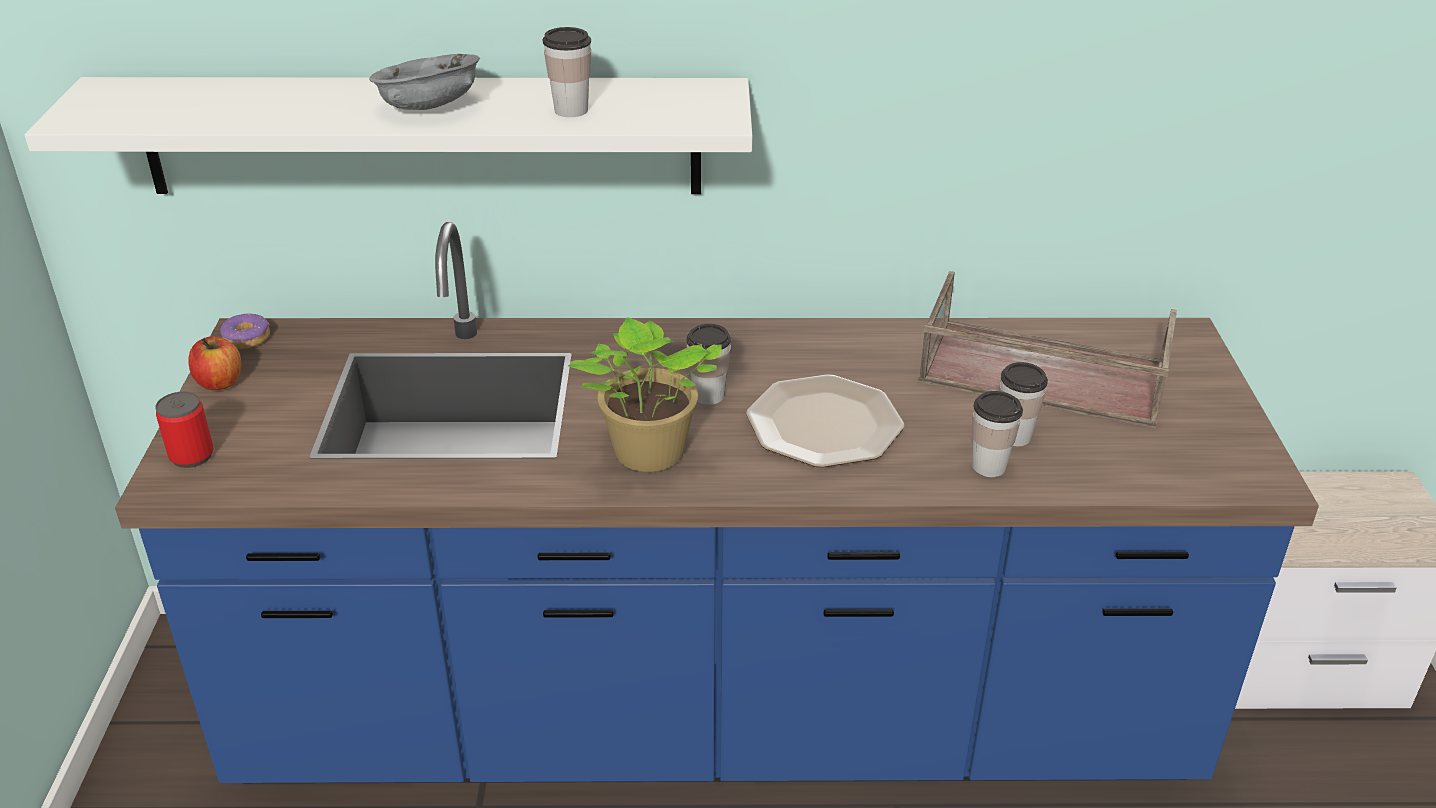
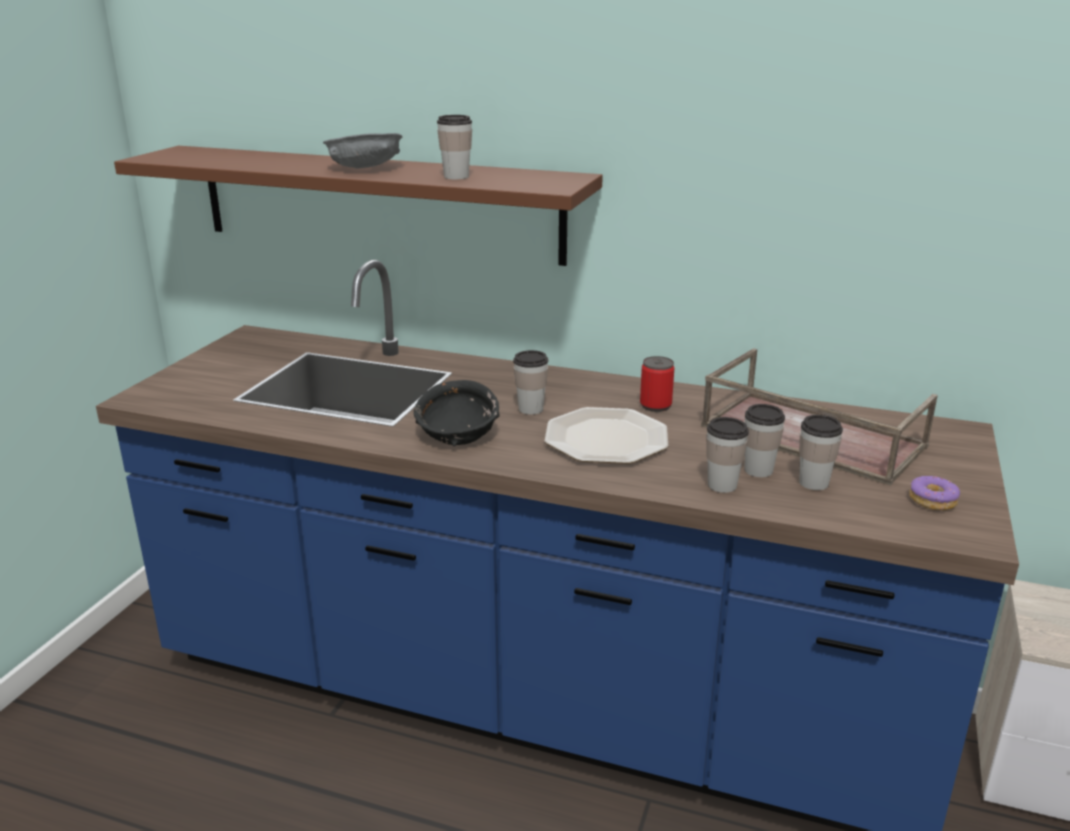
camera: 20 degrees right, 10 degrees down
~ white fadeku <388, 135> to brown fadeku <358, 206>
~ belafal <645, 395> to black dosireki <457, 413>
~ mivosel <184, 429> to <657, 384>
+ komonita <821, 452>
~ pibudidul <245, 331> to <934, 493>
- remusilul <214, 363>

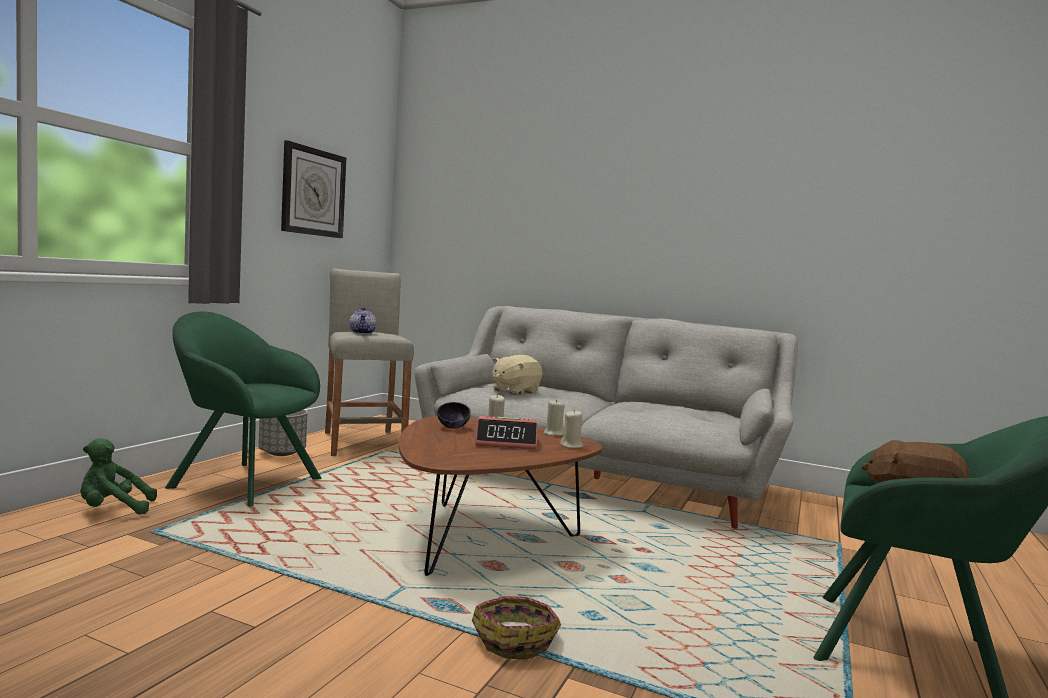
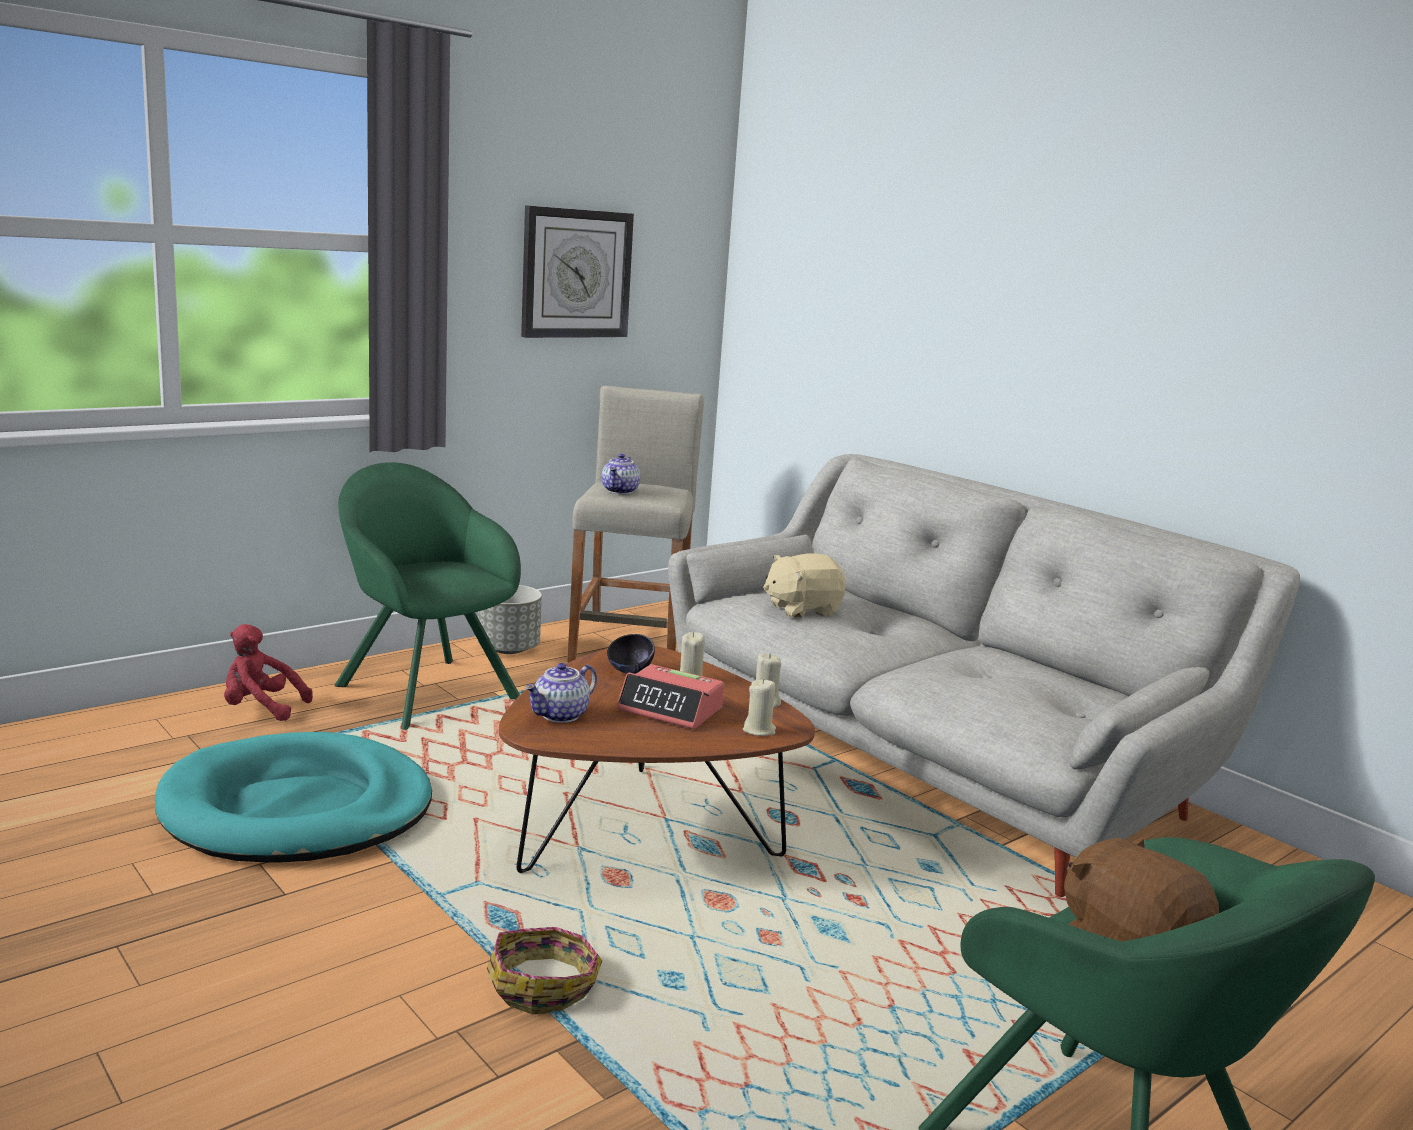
camera: 25 degrees right, 10 degrees up
+ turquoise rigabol <293, 797>
~ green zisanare <118, 476> to red zisanare <268, 672>
+ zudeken <561, 693>

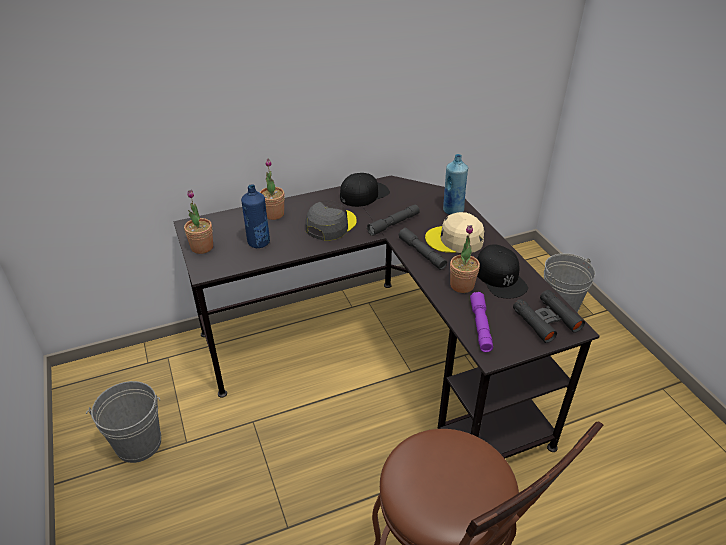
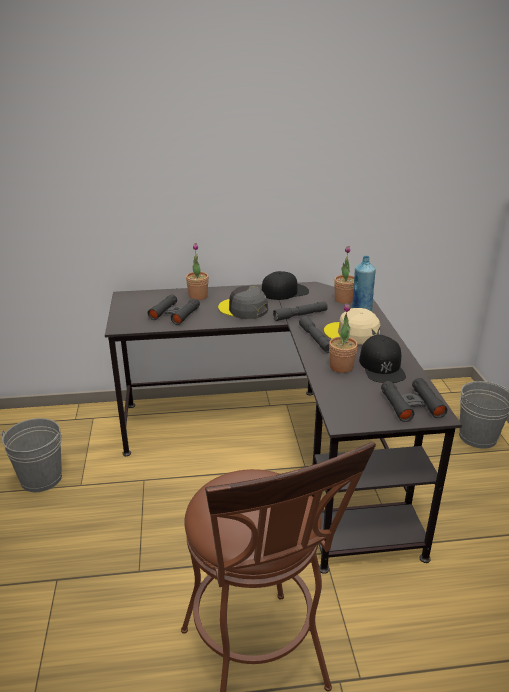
camera: 15 degrees right, 10 degrees down
~ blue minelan <255, 216> to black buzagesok <174, 309>
~ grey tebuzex <331, 220> = <243, 302> 105 degrees counterclockwise
~ belafal <198, 222> to <344, 275>
- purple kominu <481, 322>

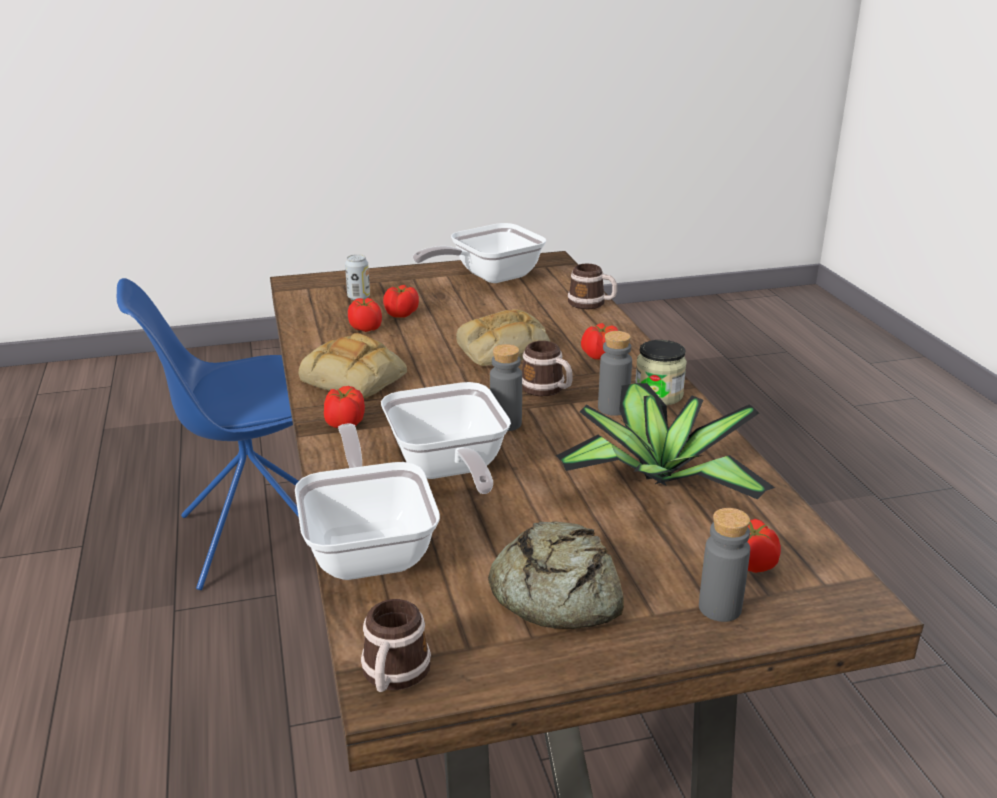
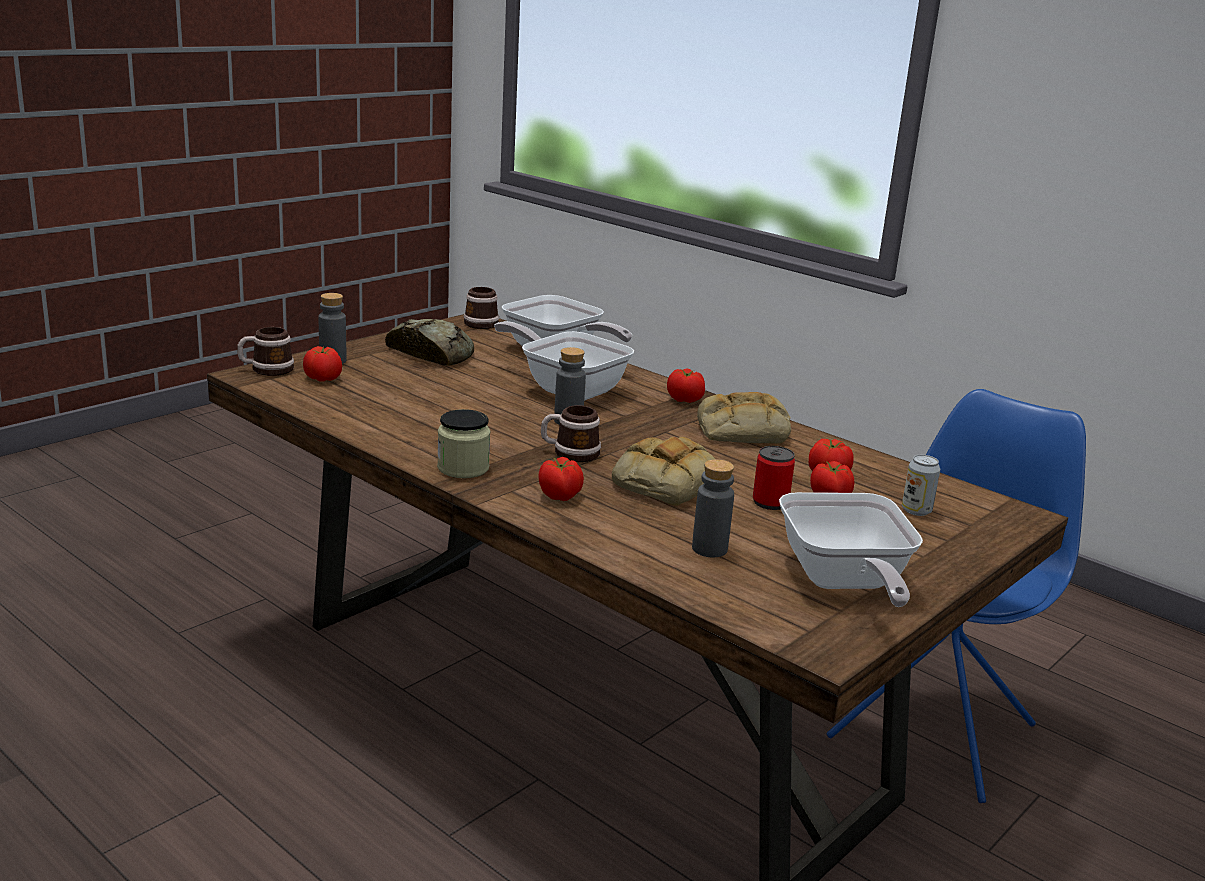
camera: 145 degrees right, 5 degrees down
~ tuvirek <592, 286> to <265, 351>
~ grey minelan <615, 373> to <713, 508>
+ mivosel <774, 478>
~ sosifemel <479, 253> = <851, 549> 150 degrees clockwise
- belafal <665, 441>

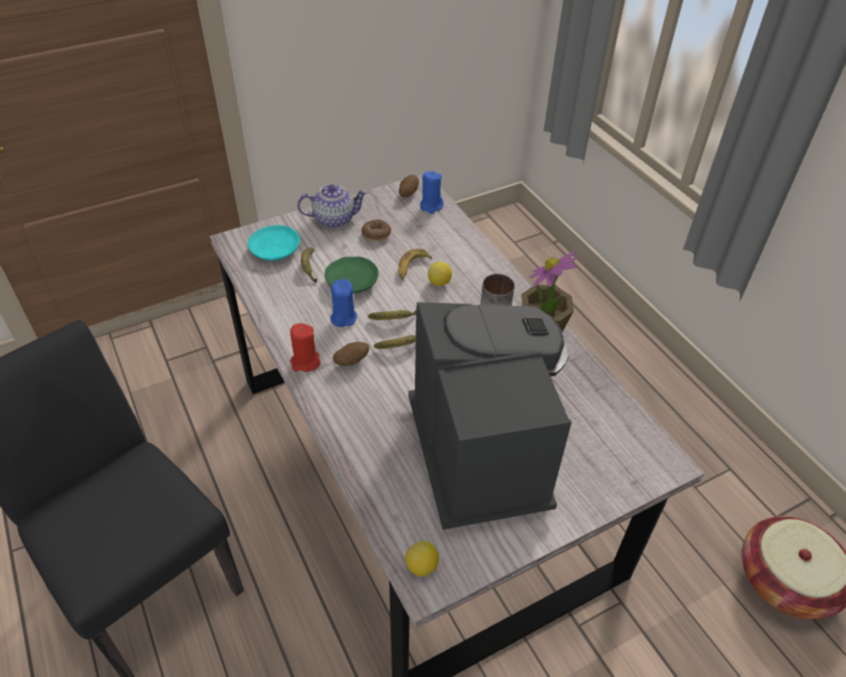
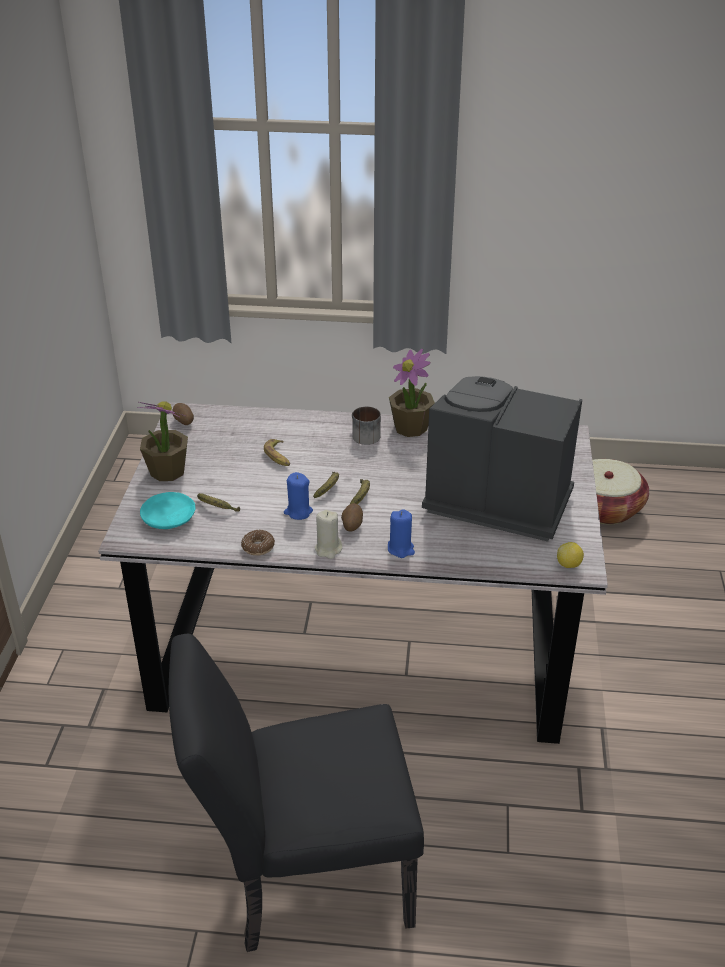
camera: 55 degrees left, 10 degrees down
~ zudeken <332, 206> to belafal <162, 441>
~ pibudidul <376, 230> to <258, 542>
~ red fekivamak <305, 347> to beige fekivamak <328, 534>
~ blue fekivamak <431, 192> to <401, 533>
- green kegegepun <352, 275>
- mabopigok <440, 274>

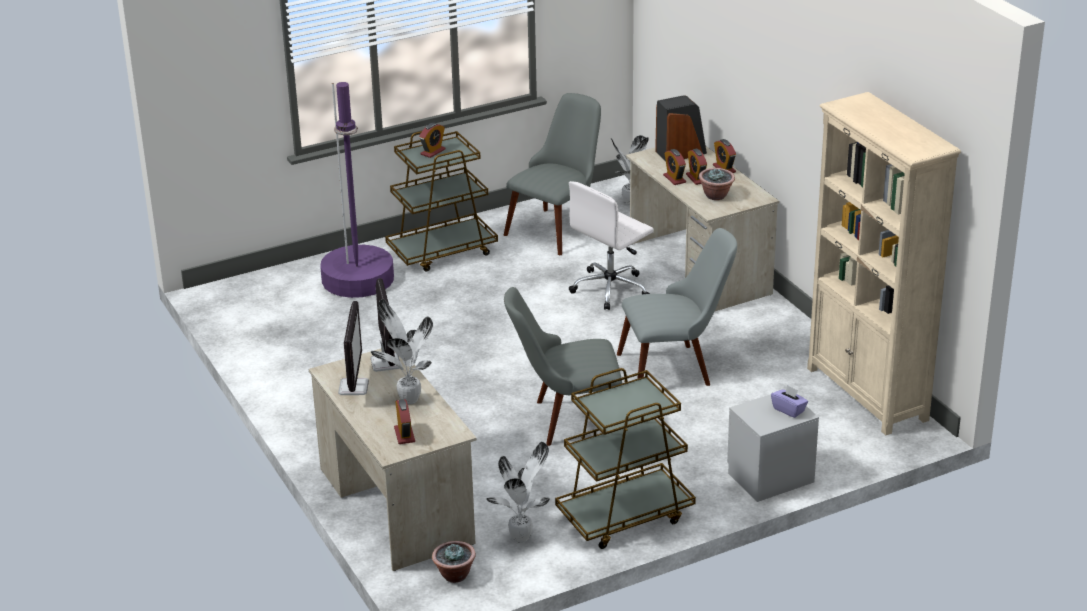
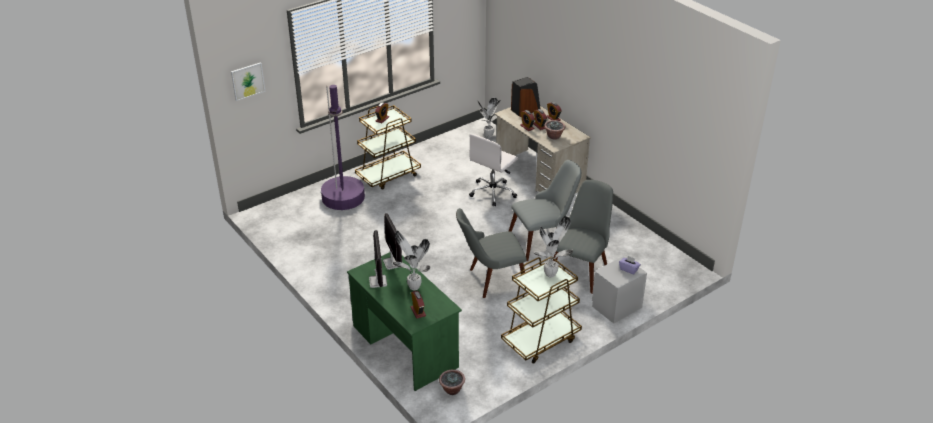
camera: 10 degrees left, 5 degrees up
+ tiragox <248, 81>
~ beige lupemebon <393, 460> to green lupemebon <404, 321>
~ belafal <518, 492> to <553, 246>
~ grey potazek <552, 174> to <583, 237>
- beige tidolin <884, 263>

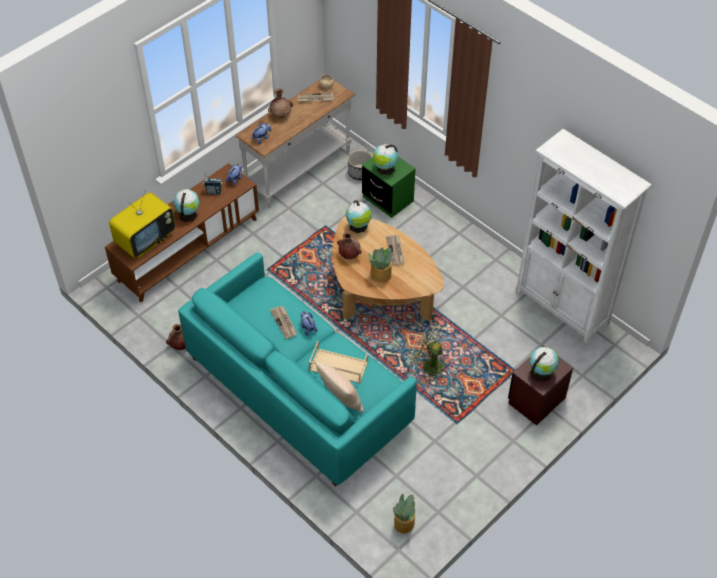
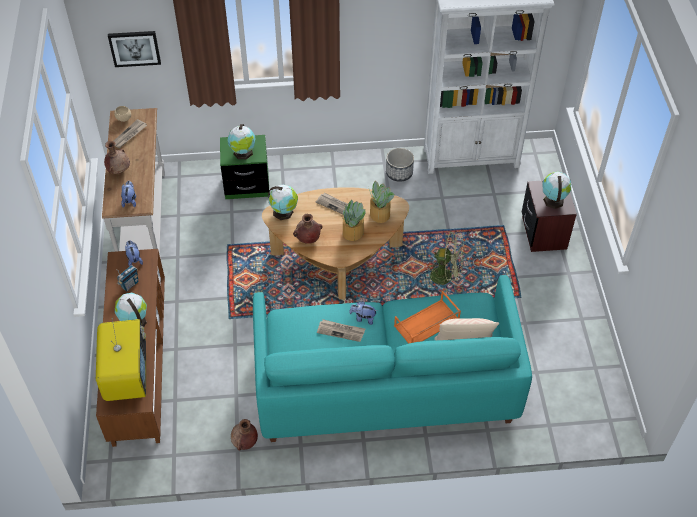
camera: 50 degrees left, 0 degrees up
+ tiragox <134, 49>
~ belafal <404, 514> to <382, 202>
~ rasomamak <360, 165> to <400, 165>
~ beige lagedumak <338, 362> to orange lagedumak <427, 317>
~ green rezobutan <427, 352> = <445, 261> 150 degrees counterclockwise

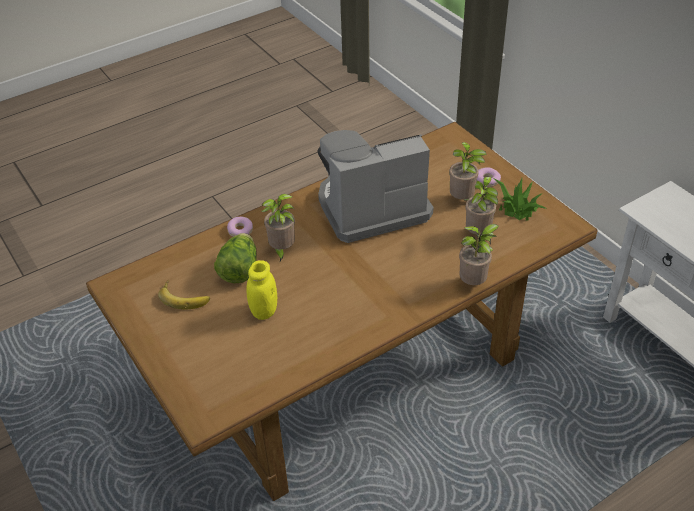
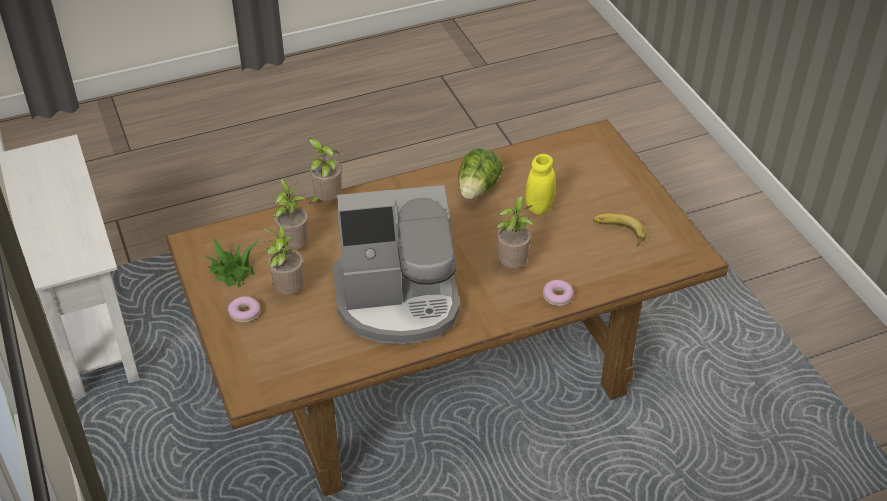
camera: 170 degrees left, 0 degrees up
~ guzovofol <235, 258> to <480, 173>

